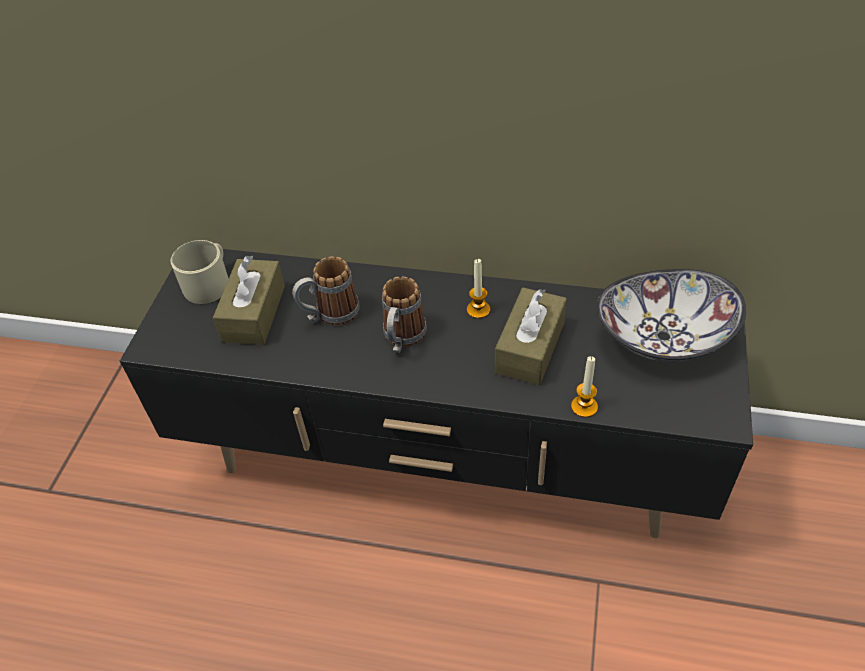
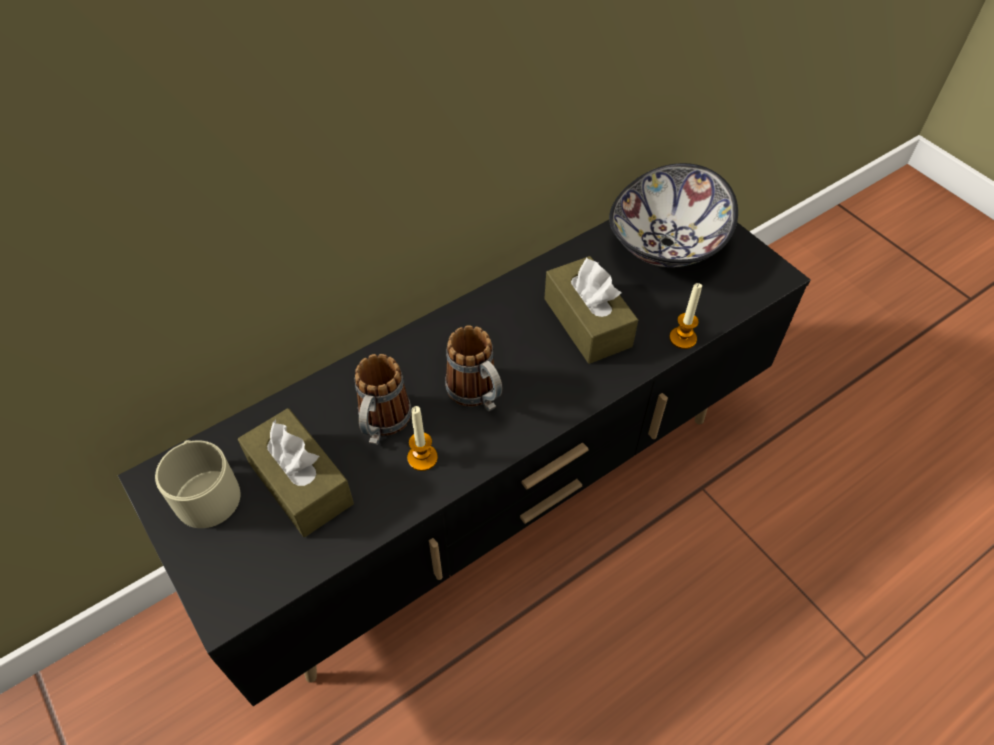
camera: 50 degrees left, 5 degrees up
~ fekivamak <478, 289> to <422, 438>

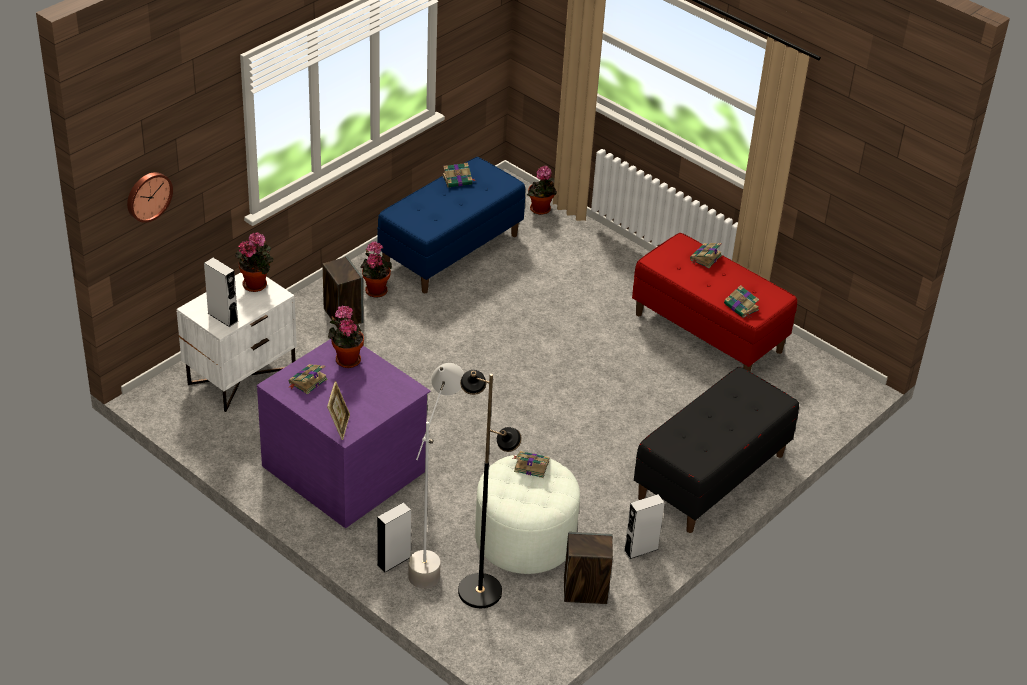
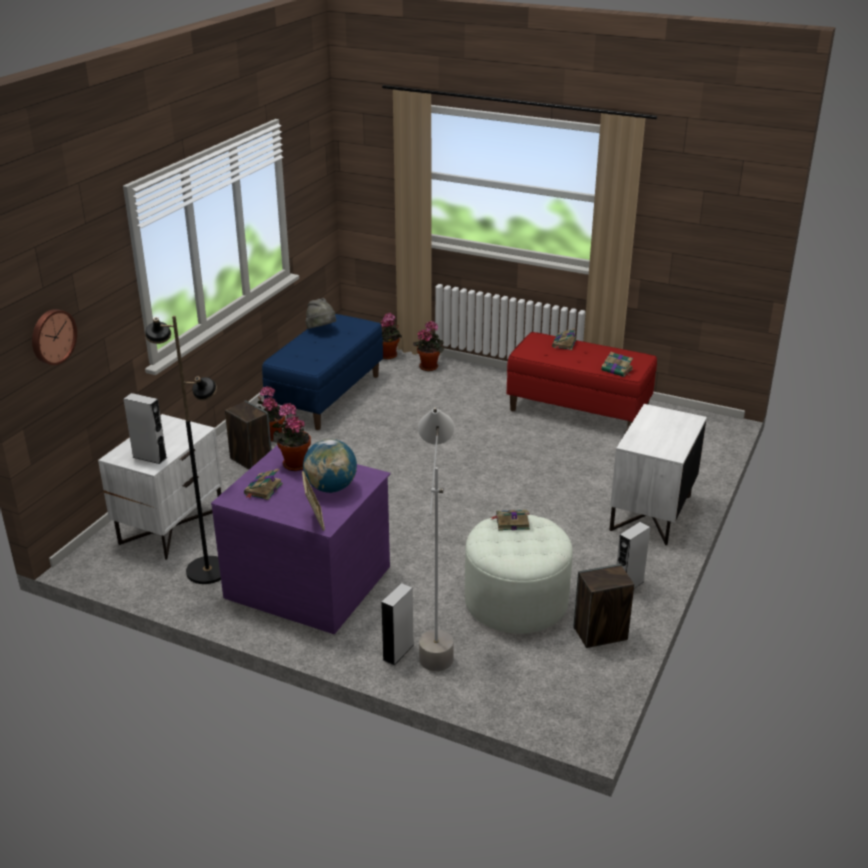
camera: 15 degrees left, 10 degrees down
~ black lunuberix <490, 489> to <183, 450>
+ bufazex <330, 466>
~ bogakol <459, 175> to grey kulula <320, 313>
~ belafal <254, 262> to <428, 346>
~ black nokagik <716, 450> to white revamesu <658, 474>

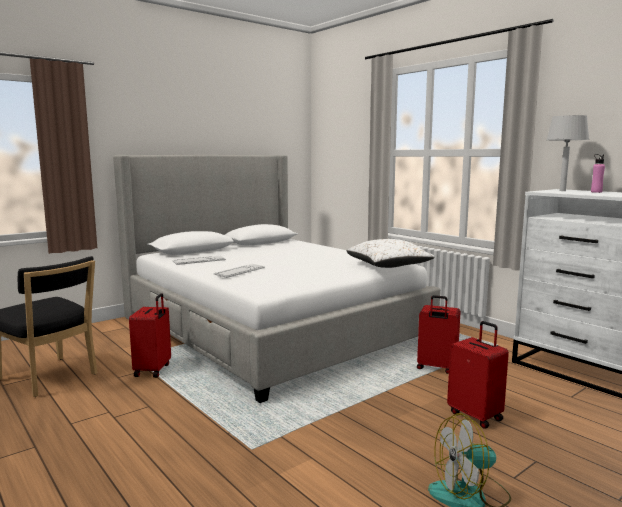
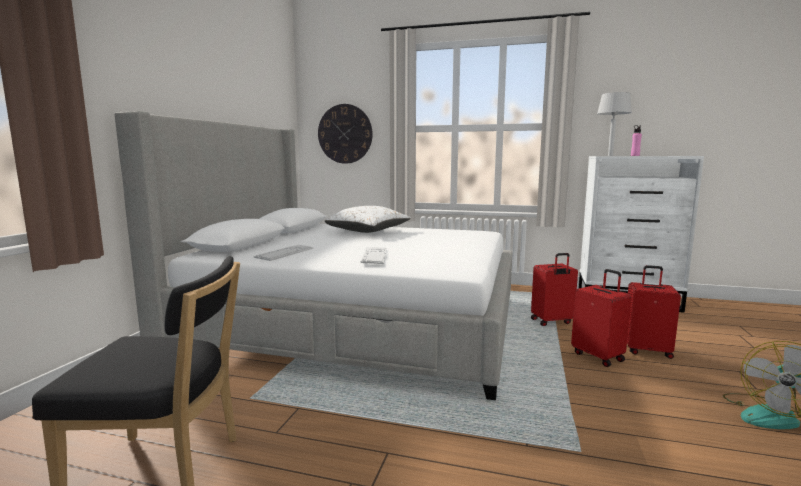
camera: 35 degrees left, 0 degrees up
+ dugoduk <345, 134>
~ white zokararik <391, 253> to <368, 219>
~ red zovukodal <150, 335> to <601, 318>

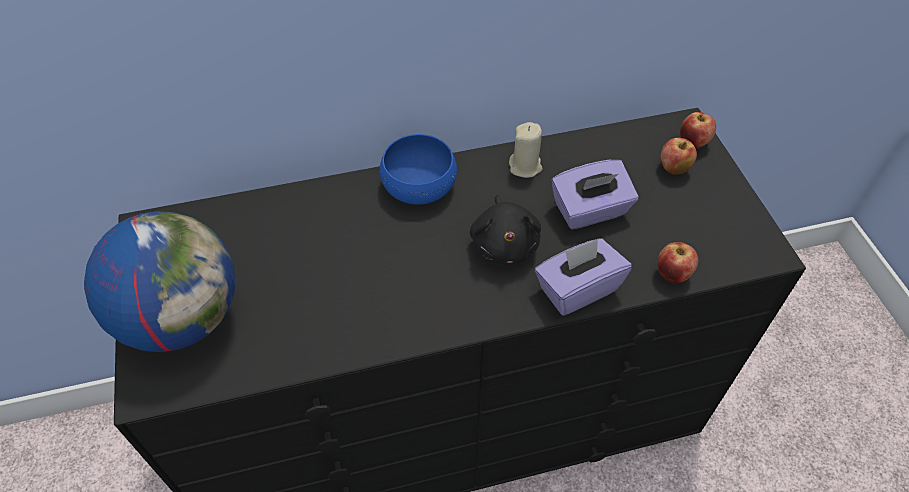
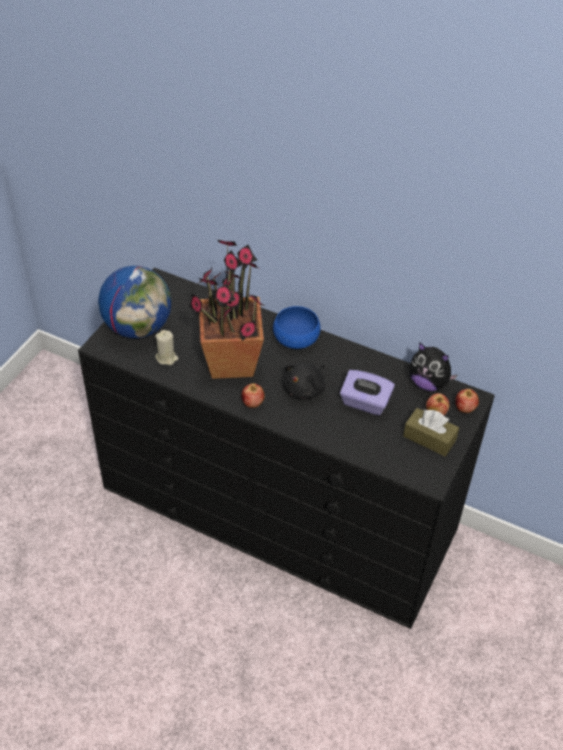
camera: 40 degrees right, 5 degrees down
~ beige fekivamak <526, 150> to <167, 347>
+ belafal <227, 309>
~ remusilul <678, 262> to <253, 395>
+ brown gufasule <431, 432>
+ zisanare <433, 366>
- purple gufasule <583, 277>

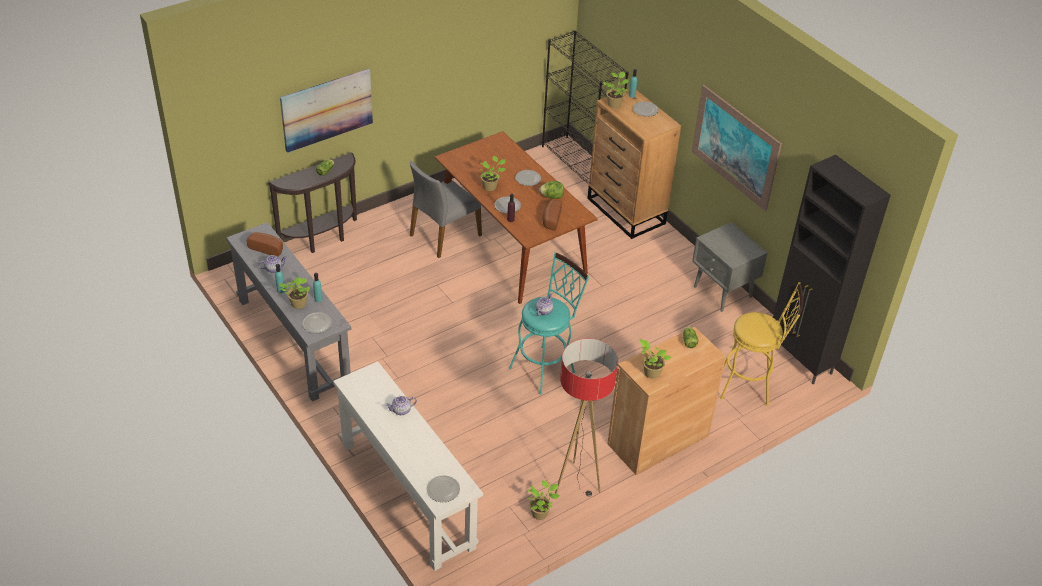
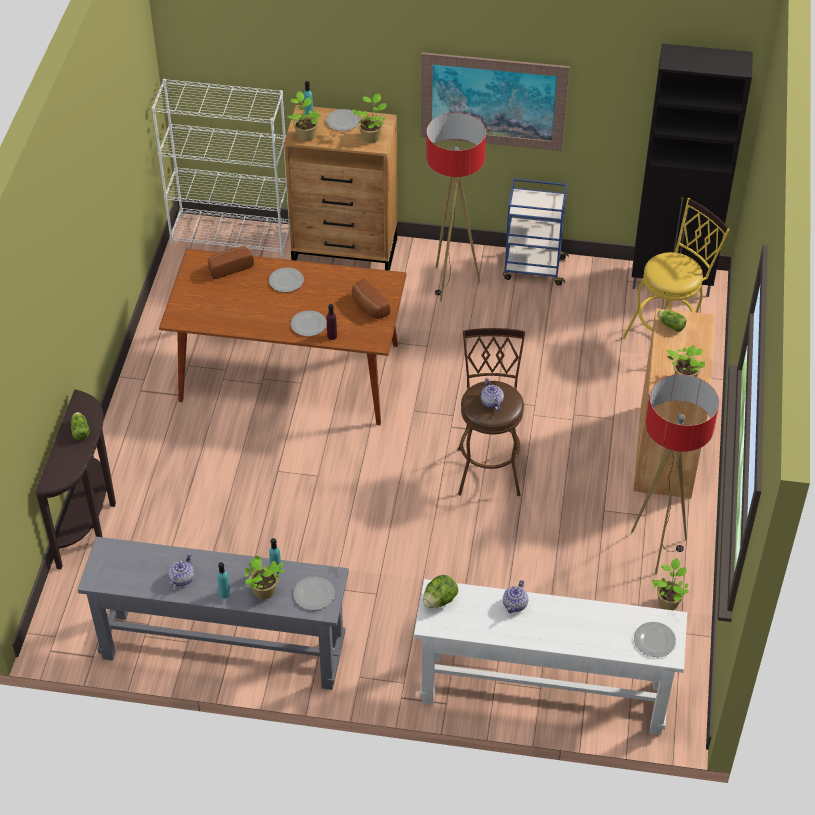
camera: 45 degrees left, 5 degrees up
~ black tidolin <585, 108> to white tidolin <221, 168>
~ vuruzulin <265, 244> to <231, 263>
~ belafal <492, 173> to <369, 118>
~ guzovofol <551, 190> to <440, 591>
+ lunuberix <456, 207>
~ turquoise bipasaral <549, 323> to brown bipasaral <491, 412>
~ grey revamesu <730, 267> to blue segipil <536, 231>
- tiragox <326, 111>
- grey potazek <446, 209>

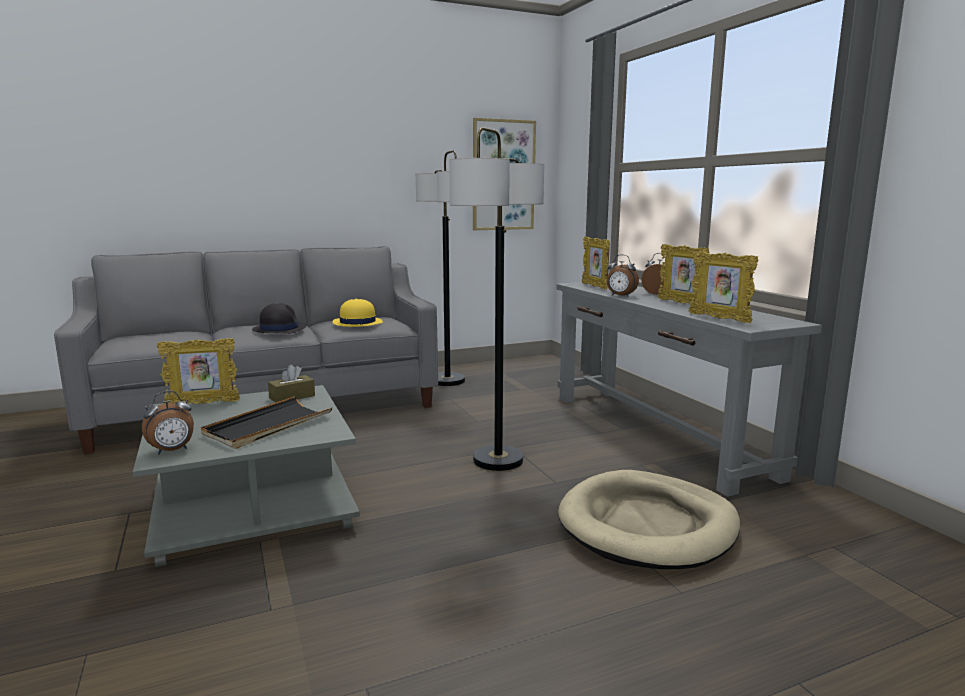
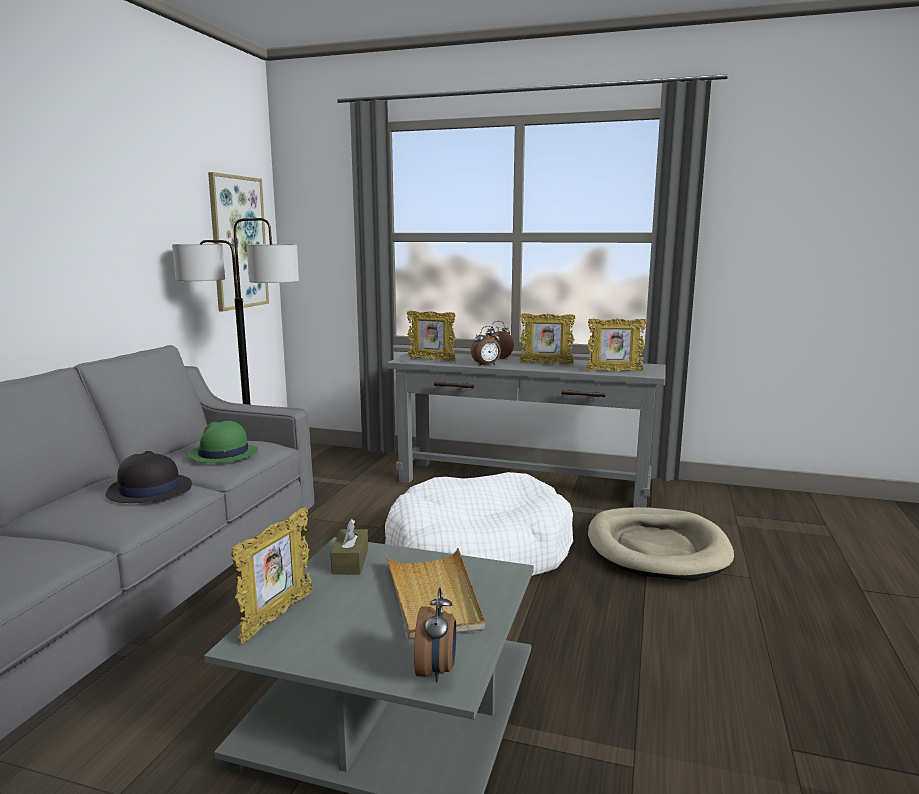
camera: 50 degrees left, 0 degrees up
~ yellow kulula <358, 312> to green kulula <222, 442>
~ lunuberix <496, 299> to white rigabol <479, 524>
~ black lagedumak <266, 422> to beige lagedumak <435, 594>

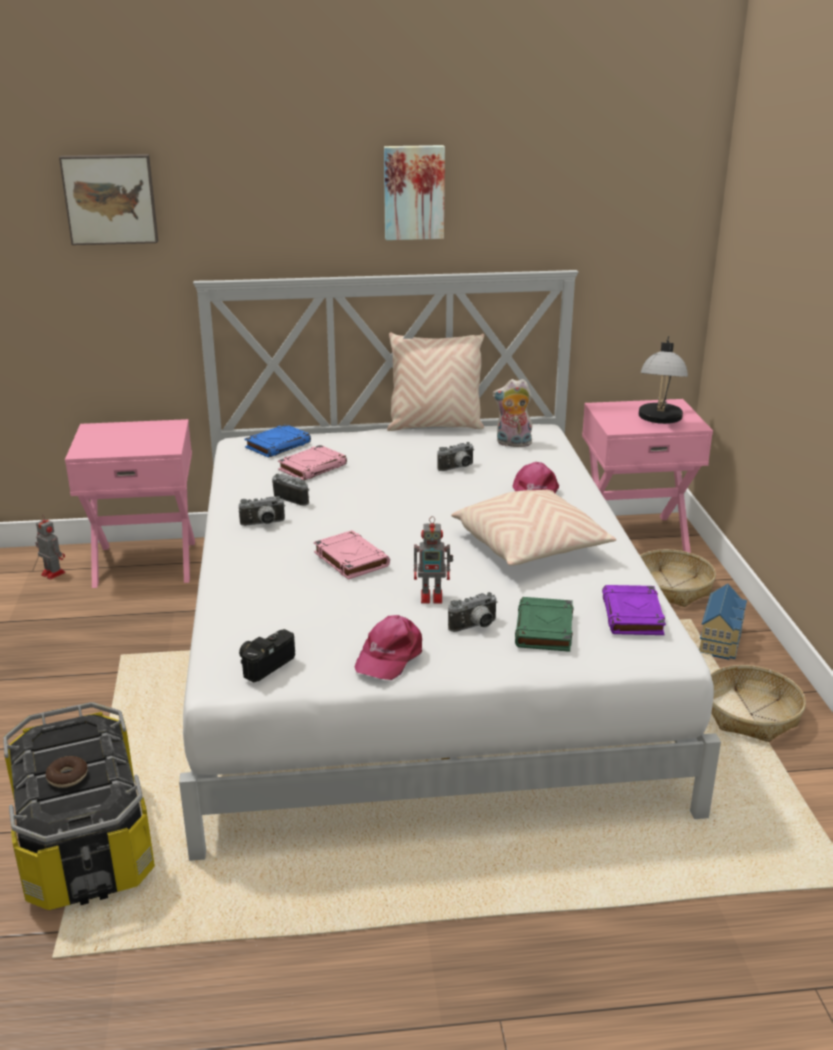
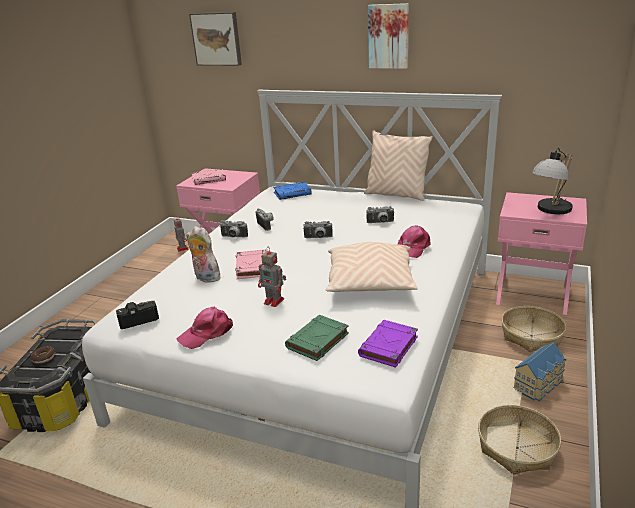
camera: 30 degrees right, 0 degrees up
~ zisanare <512, 413> to <203, 254>
~ pink bogakol <312, 462> to <209, 177>
~ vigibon <473, 612> to <318, 229>

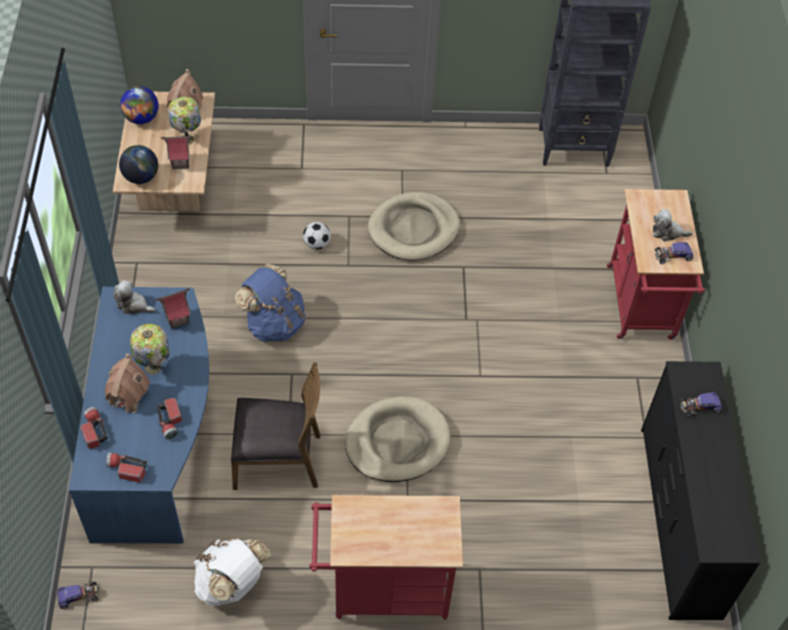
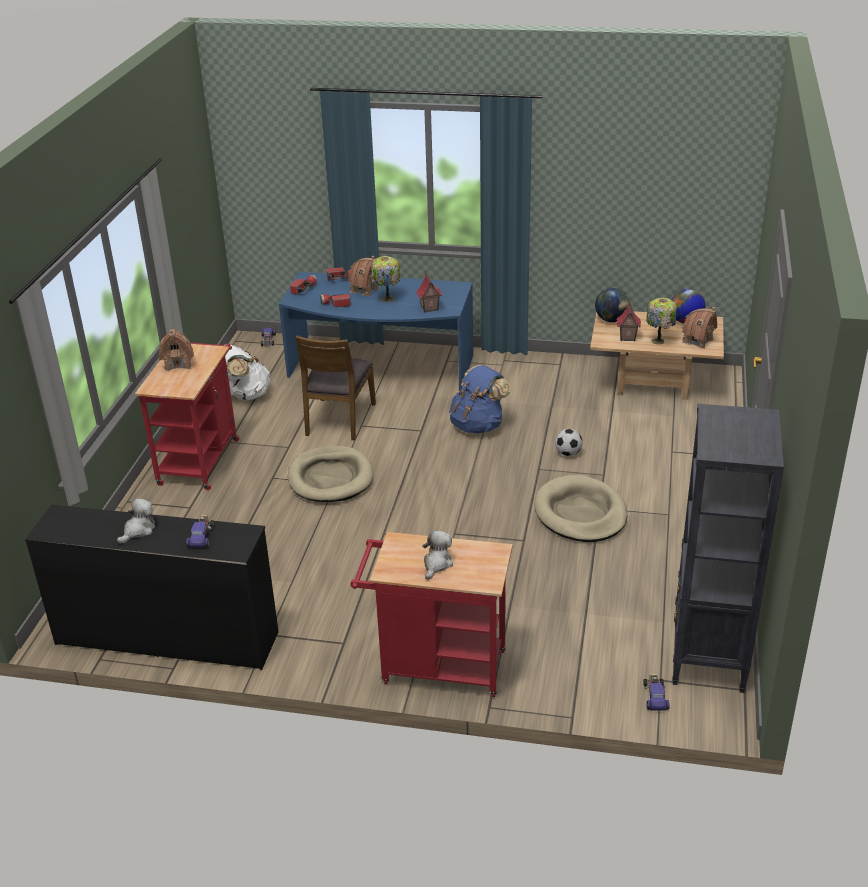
camera: 105 degrees right, 20 degrees down
~ zisanare <134, 297> to <136, 521>
+ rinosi <176, 350>
~ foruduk <674, 253> to <656, 692>

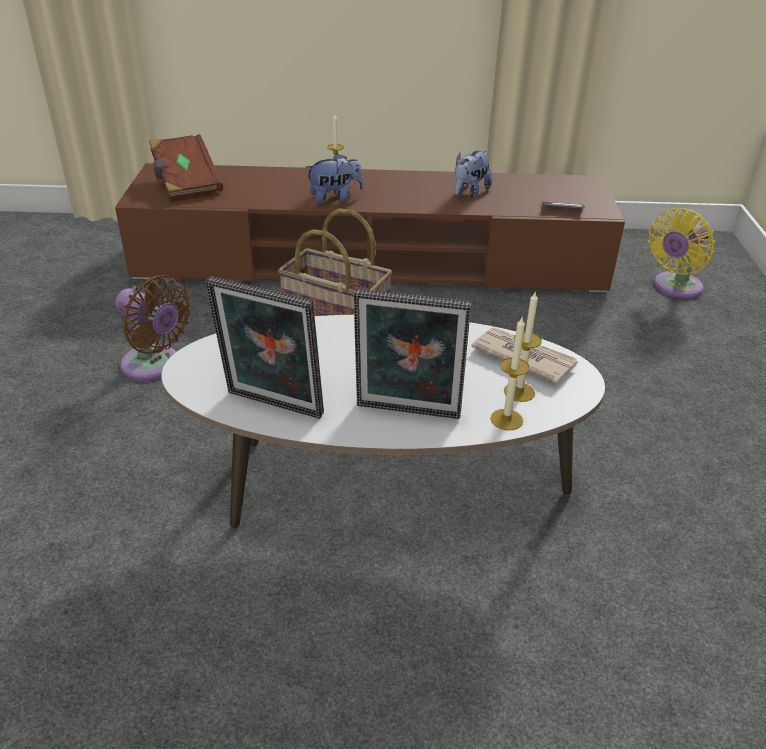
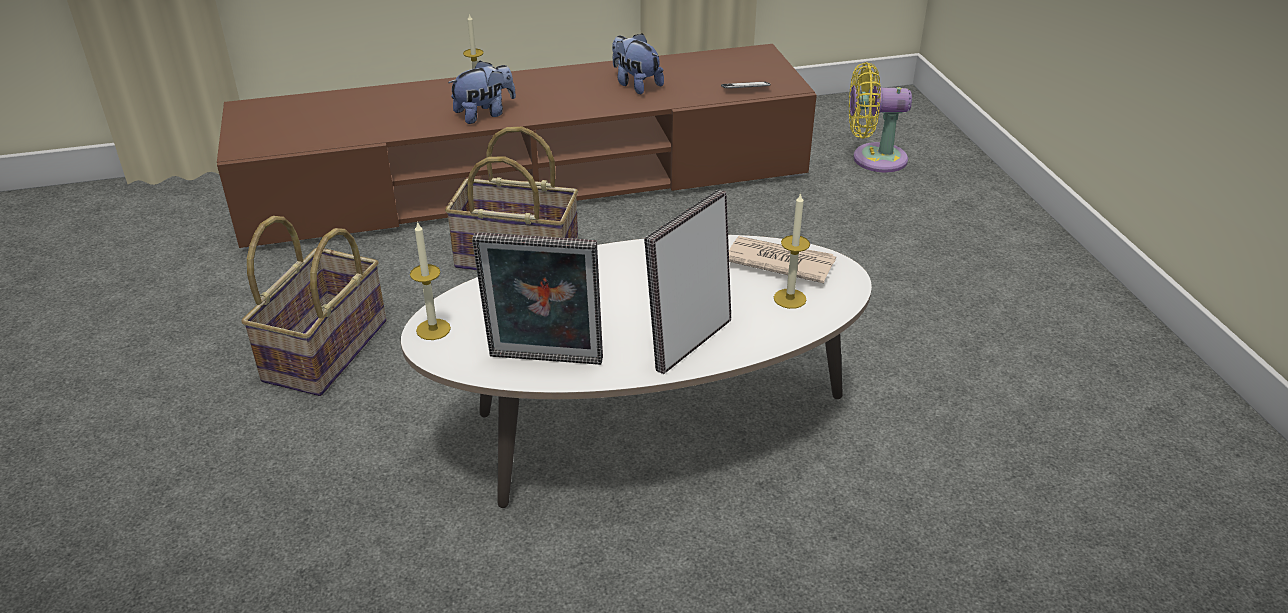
camera: 15 degrees left, 0 degrees up
~ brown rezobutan <153, 328> to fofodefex <313, 306>
~ fekivamak <510, 373> to <430, 280>
~ zisanare <473, 174> = <638, 63> 120 degrees clockwise
~ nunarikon <412, 354> = <687, 281> 135 degrees clockwise
~ yellow rezobutan <681, 253> = <880, 117> 60 degrees clockwise
- brown bogakol <186, 167>

